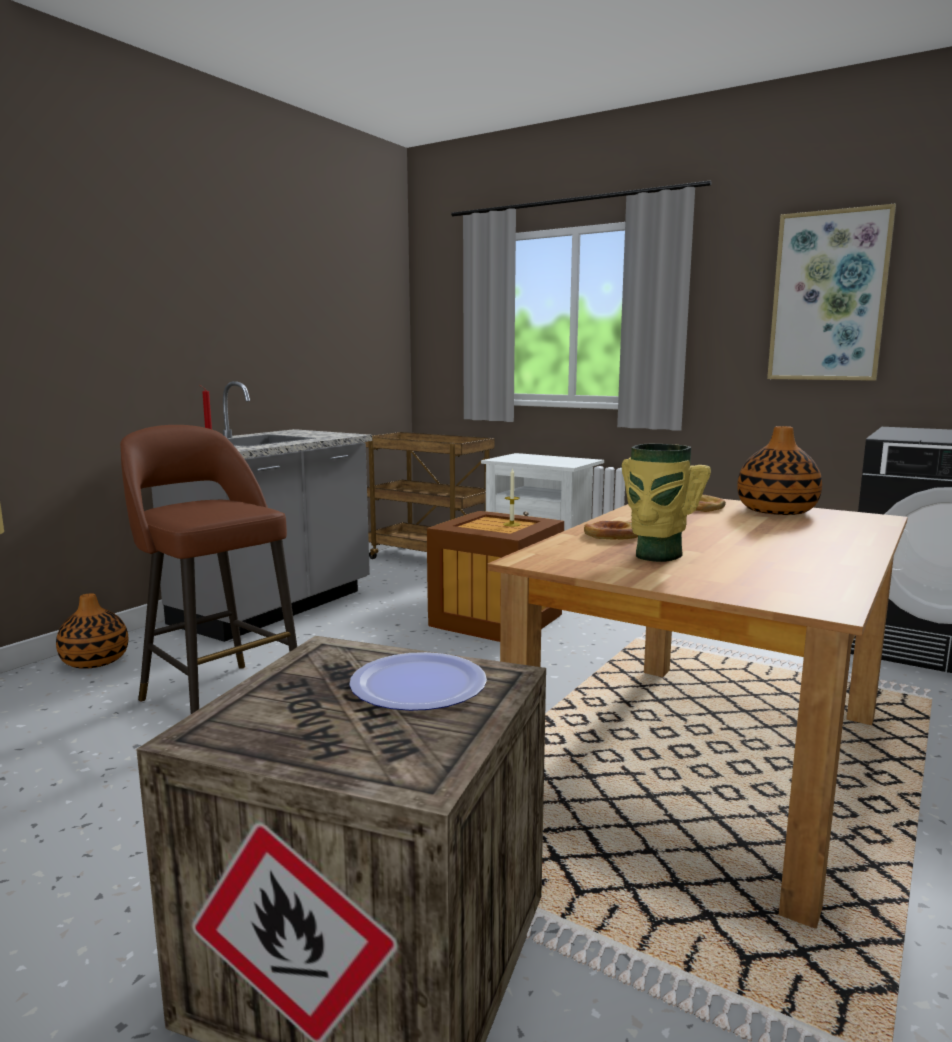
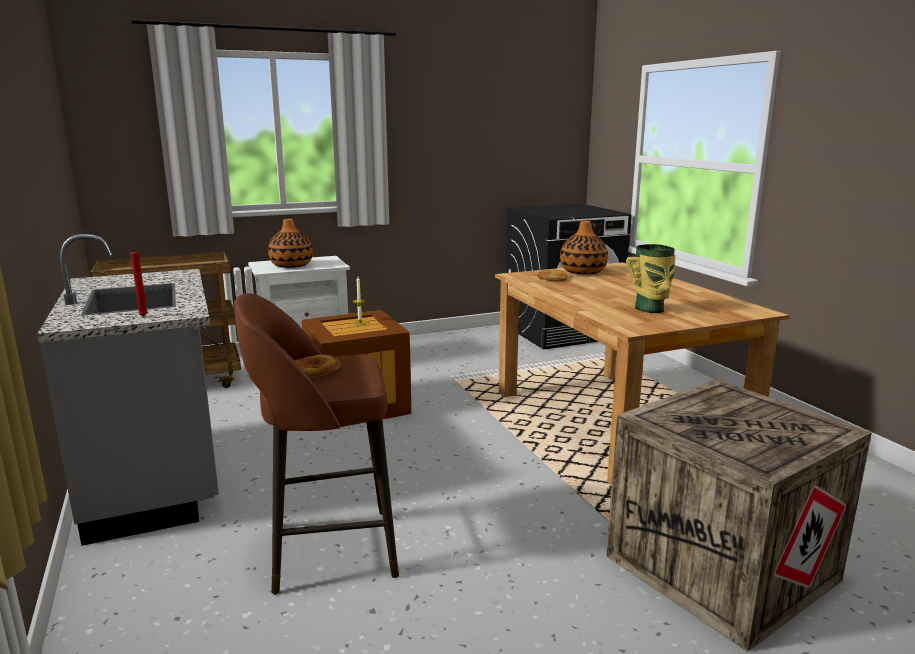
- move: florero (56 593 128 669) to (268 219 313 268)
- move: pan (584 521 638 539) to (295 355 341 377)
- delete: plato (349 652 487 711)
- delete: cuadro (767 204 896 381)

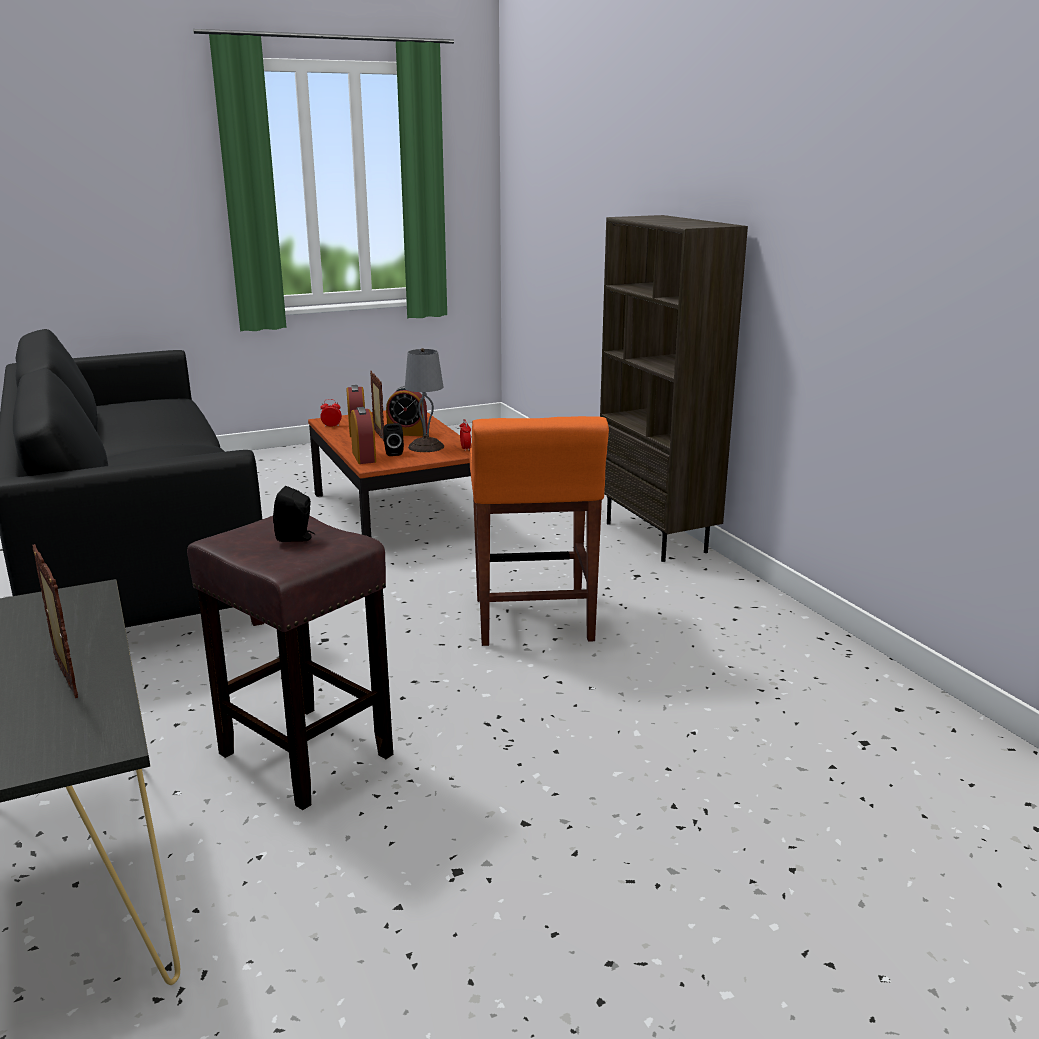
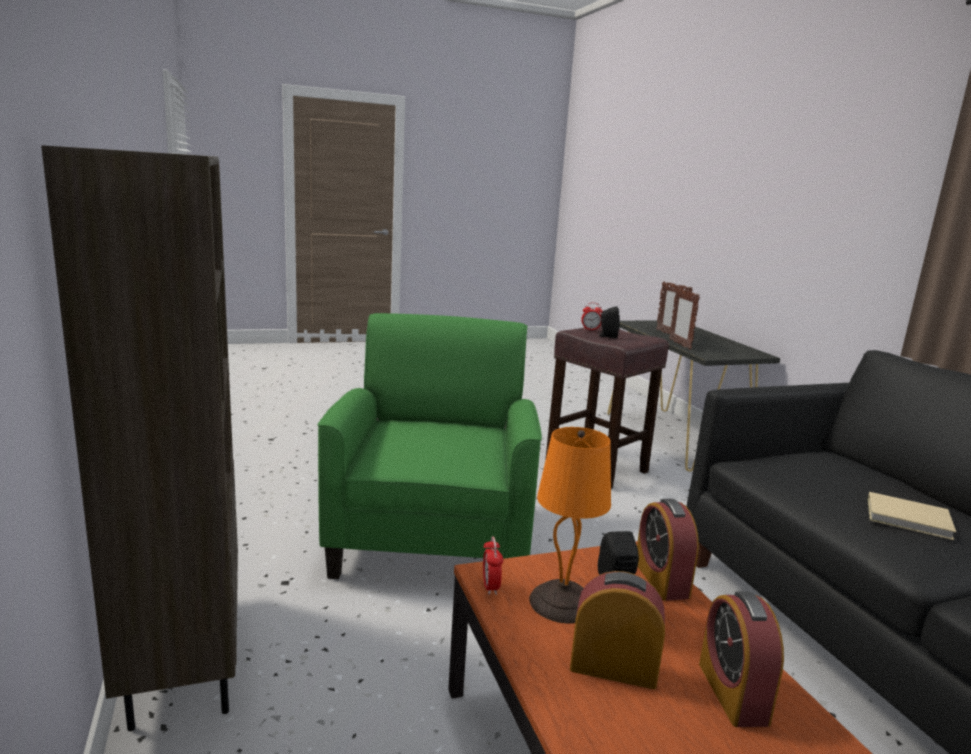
- replace: taburete [naranja] (469 416 609 646) to sillón [verde] (318 313 542 579)
- recolor: lámpara de mesa [gris] (405 348 444 452) to lámpara de mesa [naranja] (529 427 611 623)
- move: despertador (320 399 342 427) to (581 303 602 331)
- move: portarretratos (370 371 384 441) to (669 288 700 350)
- insert: libro [beis] (867 492 956 540)

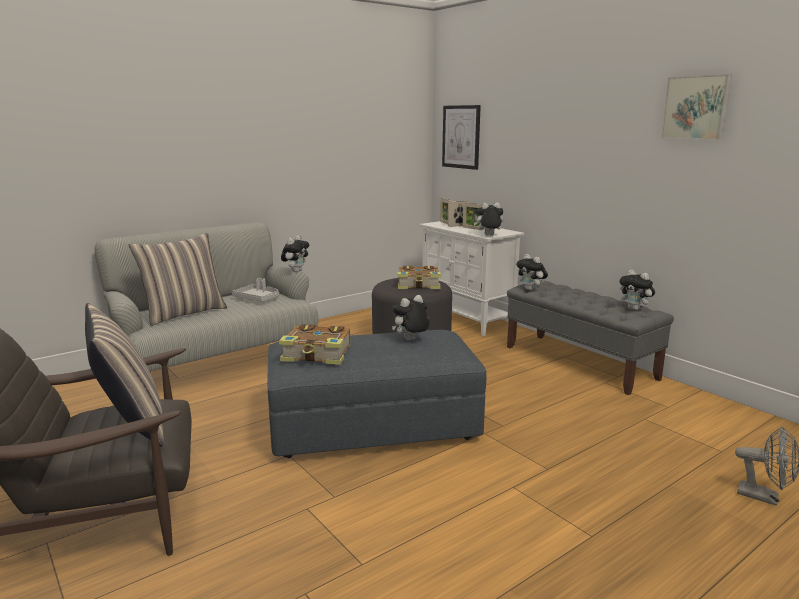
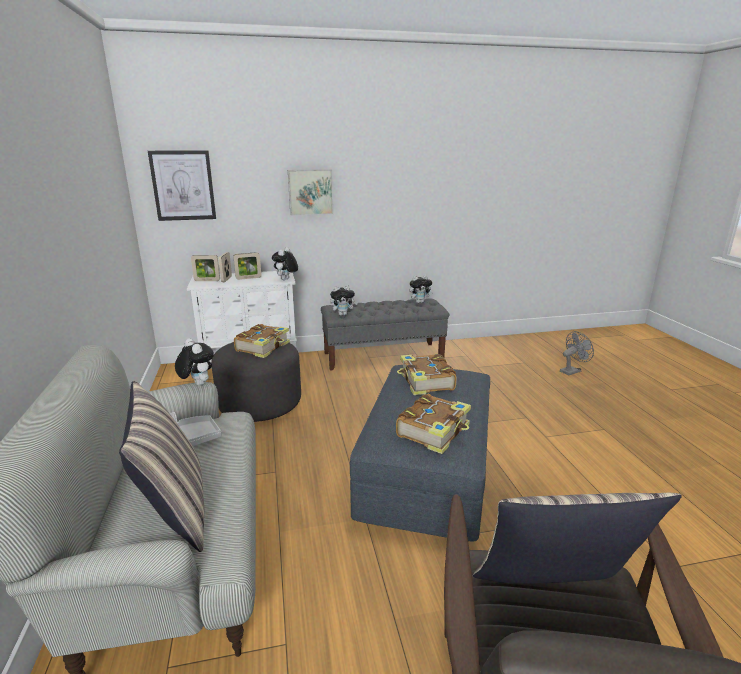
- move: cuadro (661 74 732 140) to (288 169 333 215)
- replace: peluche (392 295 429 340) to libro (397 353 457 395)

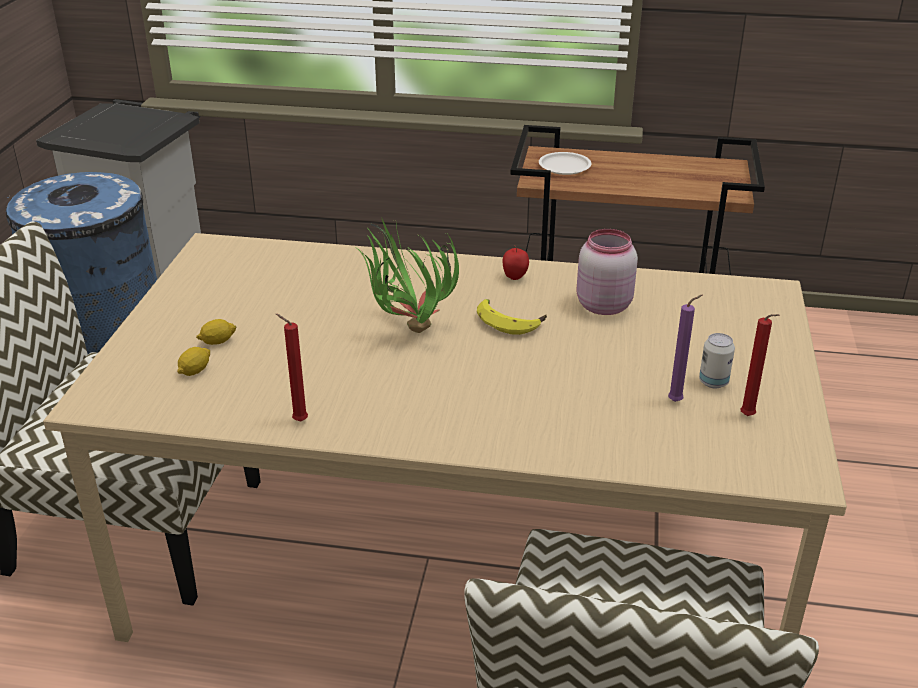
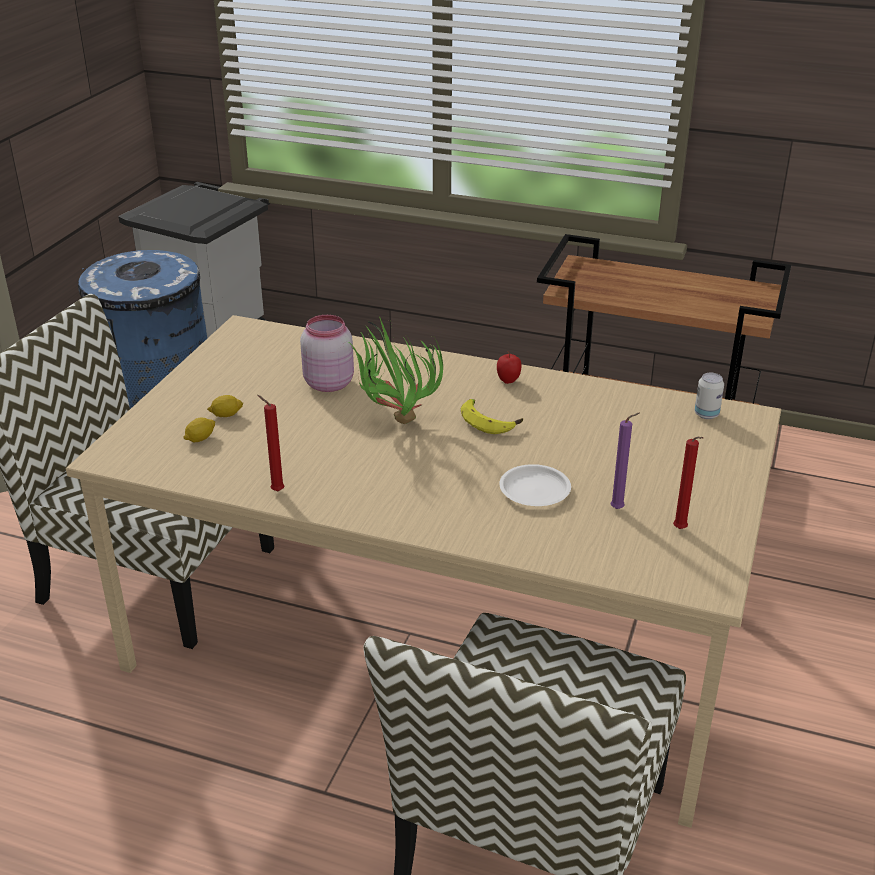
- move: tarro [rosa] (577 229 638 315) to (300 315 354 392)
- move: plato [blanco] (539 152 592 175) to (499 464 571 506)
- move: lata (699 333 735 388) to (694 373 724 419)

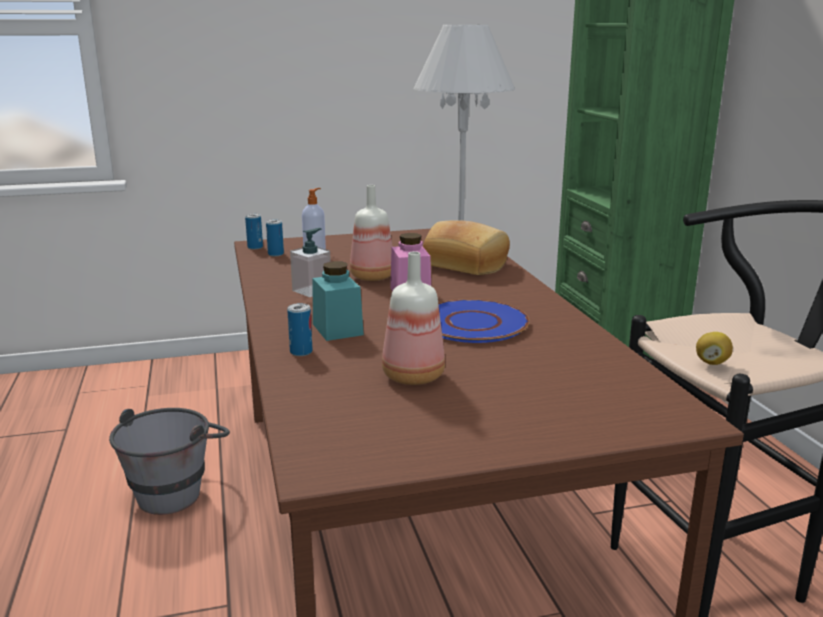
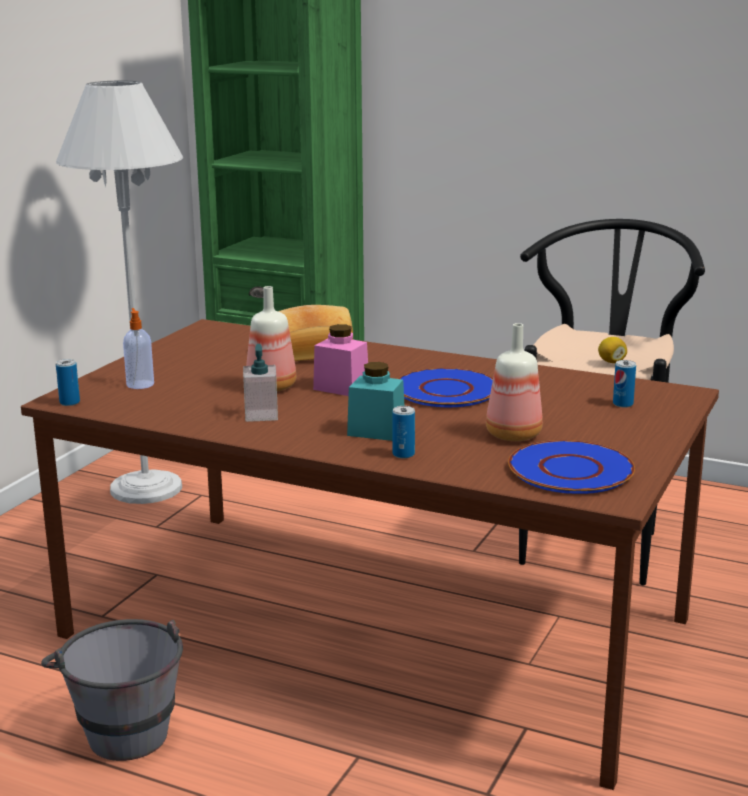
- insert: plato [azul] (508 440 635 494)
- move: lata (266 219 284 256) to (613 360 636 408)

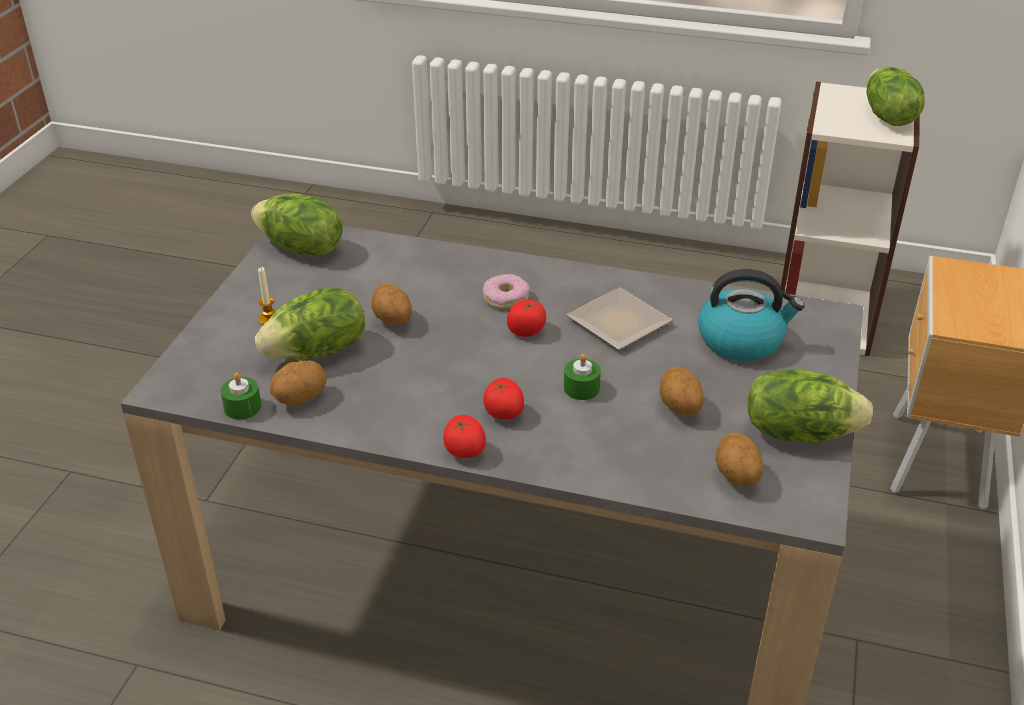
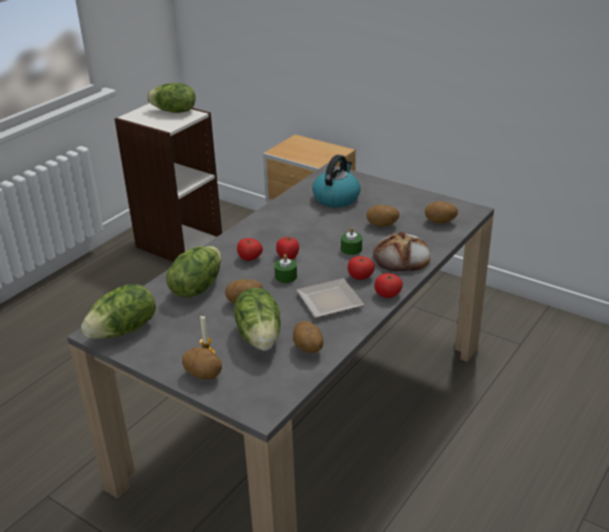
- move: lechuga (747 369 873 443) to (166 246 222 298)
- insert: patata (182 347 222 380)
- replace: rosquilla (483 274 530 310) to tomate (237 238 263 261)
- move: vela [verde] (220 372 261 420) to (274 254 297 283)
- move: plato (566 287 673 350) to (297 278 364 318)
- insert: pan (373 231 431 271)

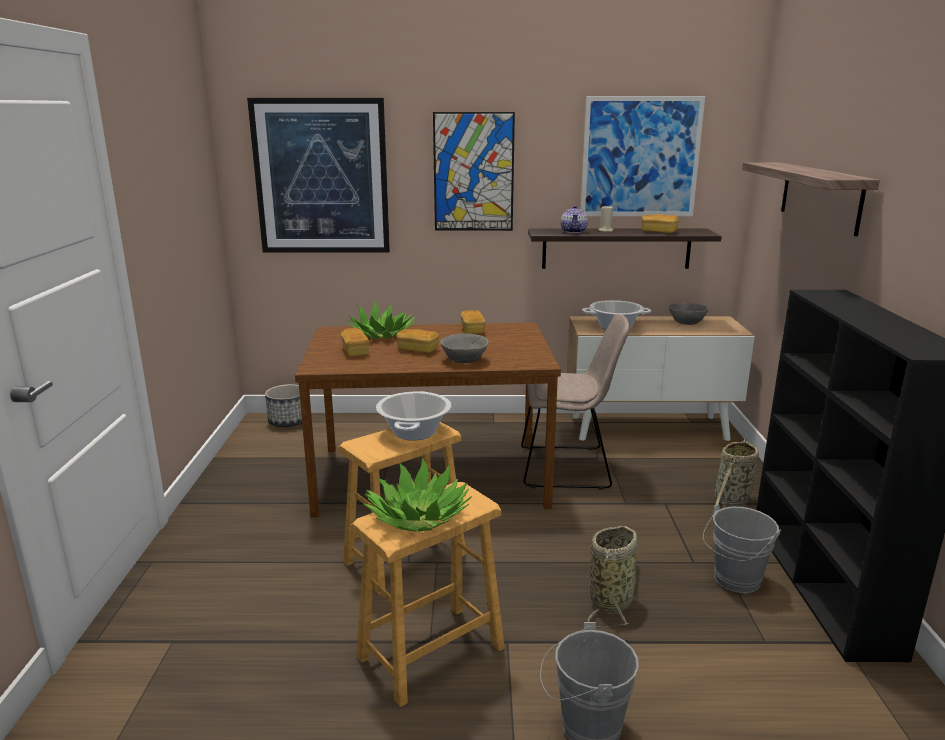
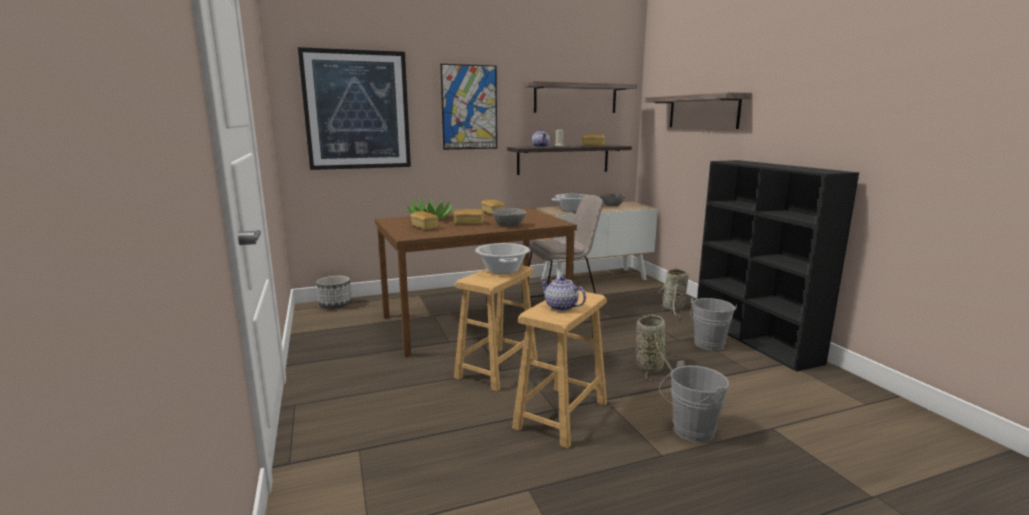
- replace: cuadro (581 96 705 216) to estante (524 81 637 113)
- replace: planta en maceta (363 458 472 532) to tetera (540 276 586 311)

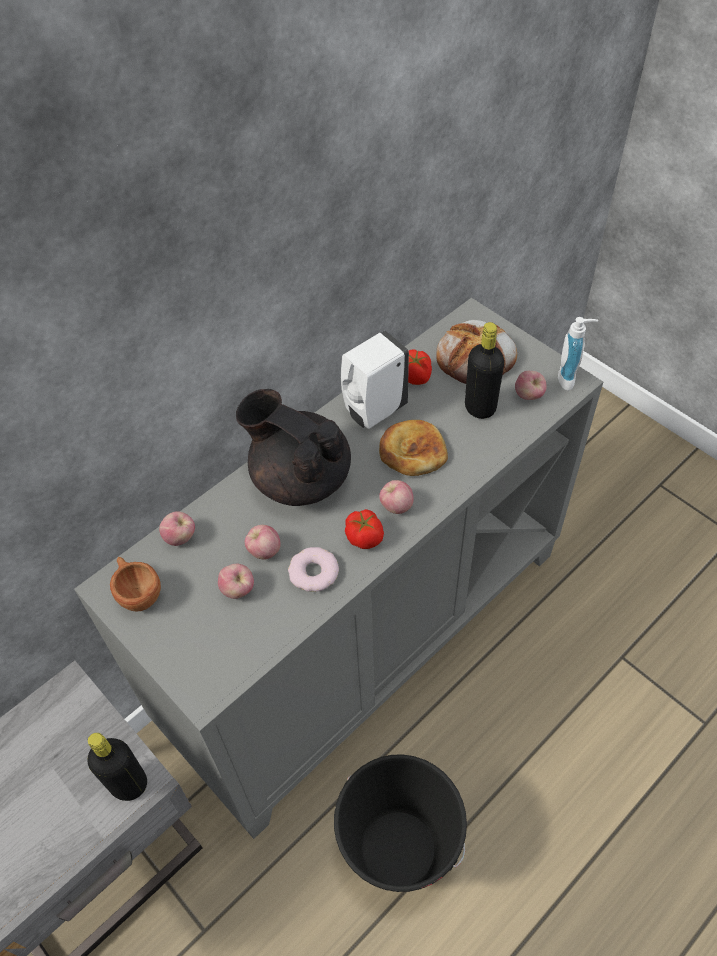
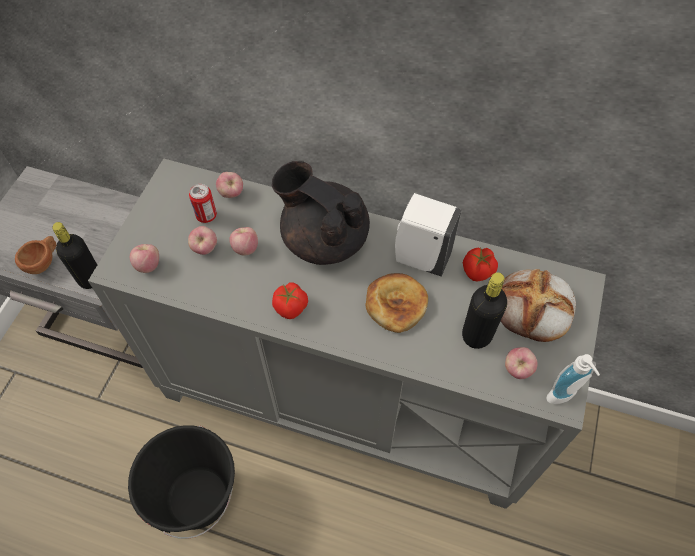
- move: taza [marrón] (110 557 161 611) to (15 236 56 274)
- move: manzana (379 480 414 514) to (130 244 159 273)
- insert: lata (189 184 217 223)
- rotate: tetera [negro] (236 389 351 506) = (272 161 370 265) 60 degrees counterclockwise
- delete: rosquilla (288 547 339 592)

